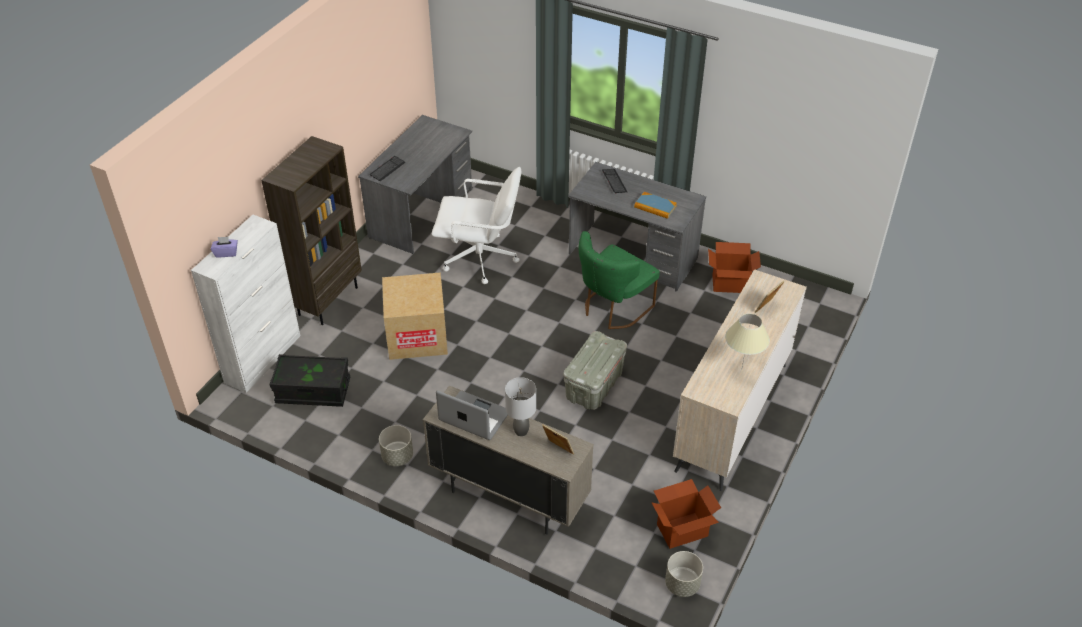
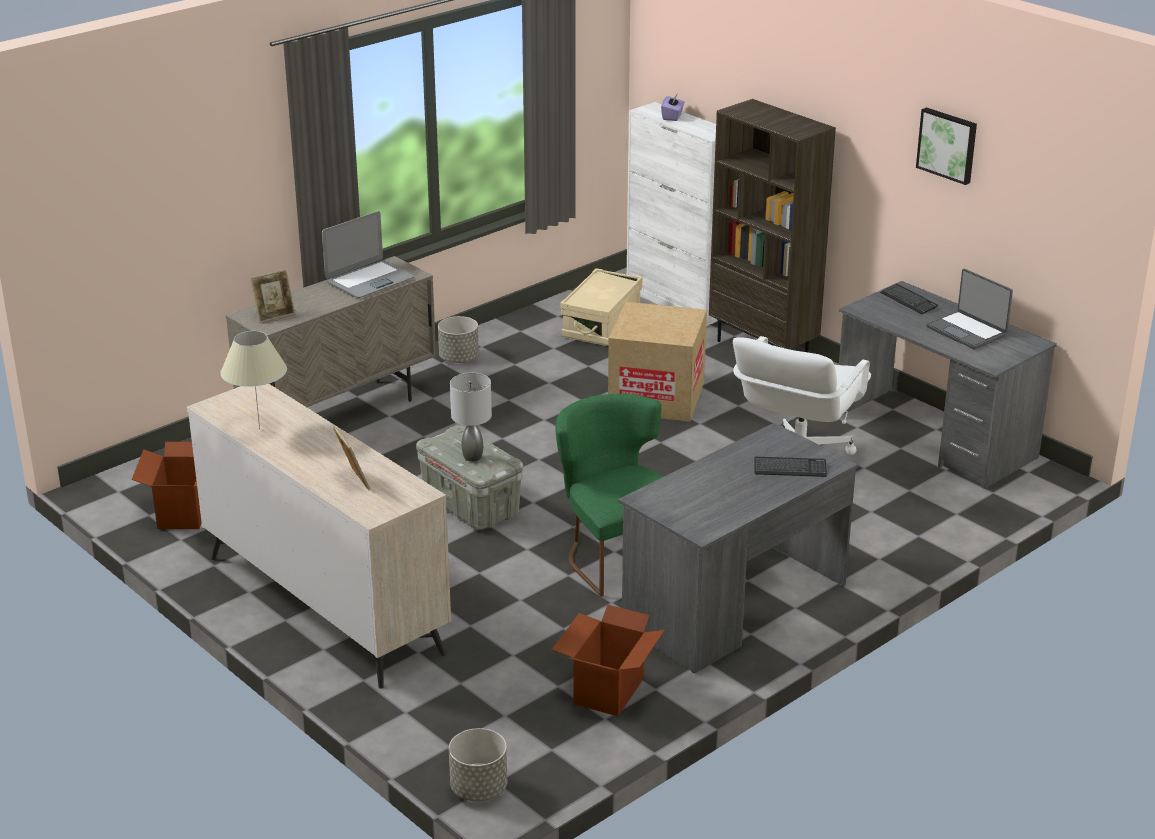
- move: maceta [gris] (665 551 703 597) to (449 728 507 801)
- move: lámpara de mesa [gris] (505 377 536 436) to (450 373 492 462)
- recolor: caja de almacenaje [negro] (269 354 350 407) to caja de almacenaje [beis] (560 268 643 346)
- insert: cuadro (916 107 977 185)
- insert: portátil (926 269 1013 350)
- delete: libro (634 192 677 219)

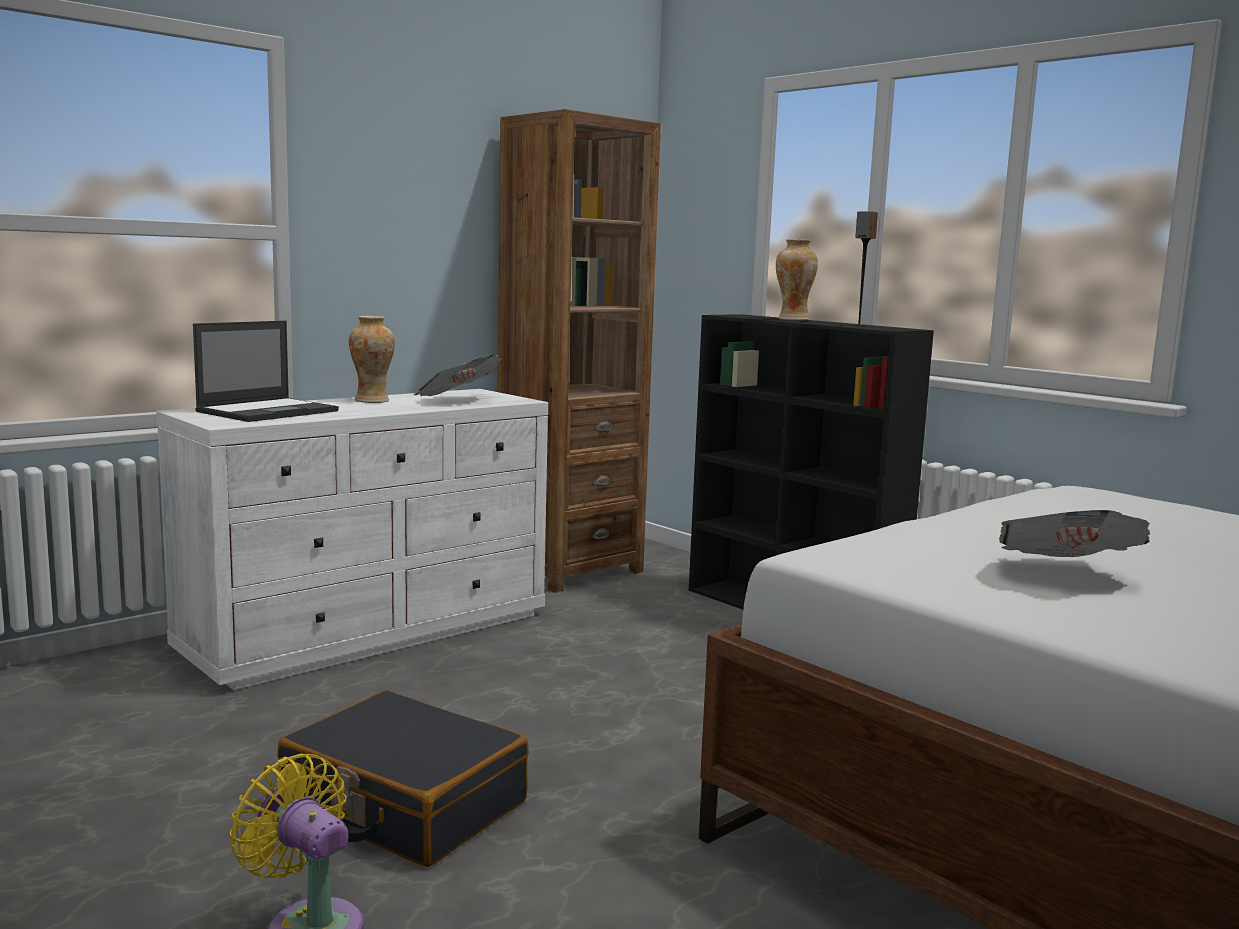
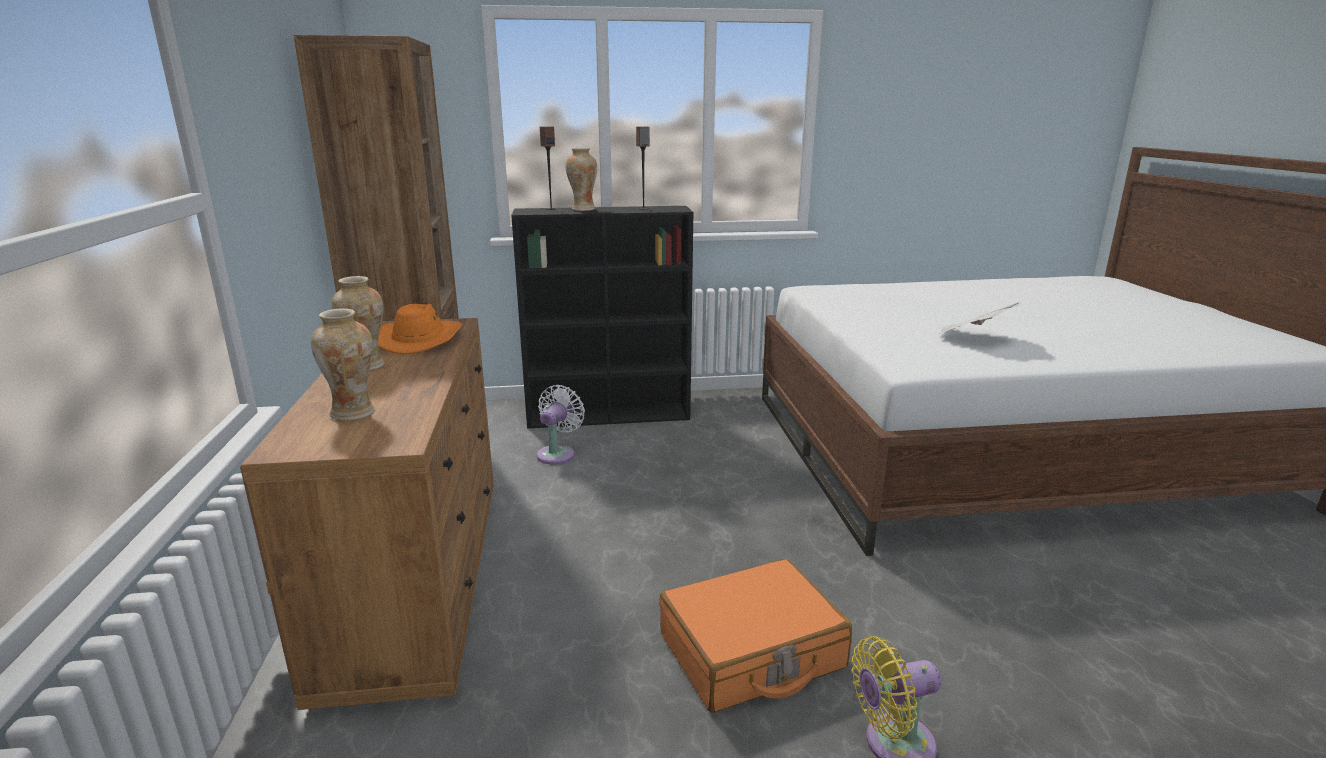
- recolor: cómoda [blanco] (156 389 548 690) to cómoda [marrón] (240 318 494 710)
- replace: portátil (193 321 339 422) to florero (311 308 375 420)
- replace: periódico (414 354 502 396) to sombrero [naranja] (378 304 463 354)
- insert: ventilador [blanco] (537 385 585 464)
- insert: altavoz (540 126 556 210)
- recolor: maleta [negro] (277 690 529 867) to maleta [naranja] (659 559 852 713)

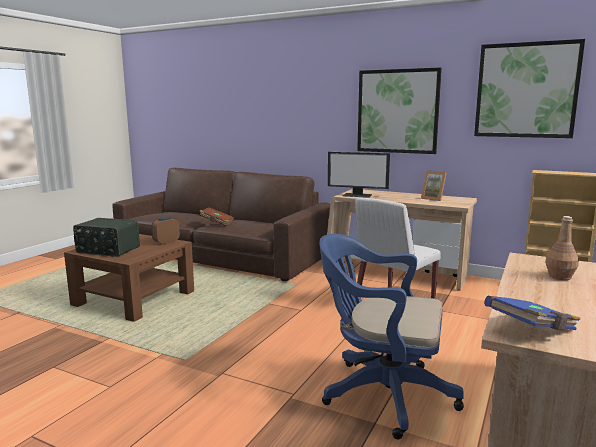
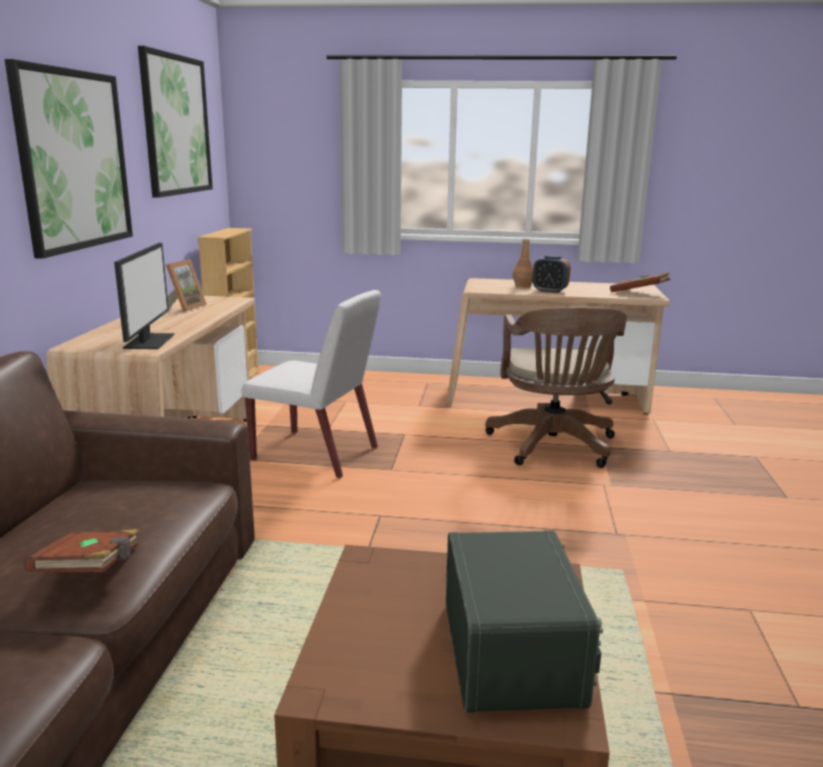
- recolor: silla de oficina [azul] (319 234 464 439) to silla de oficina [marrón] (485 306 627 468)
- move: despertador (151 217 180 245) to (533 255 570 293)
- recolor: libro [azul] (484 296 580 331) to libro [marrón] (610 272 670 292)

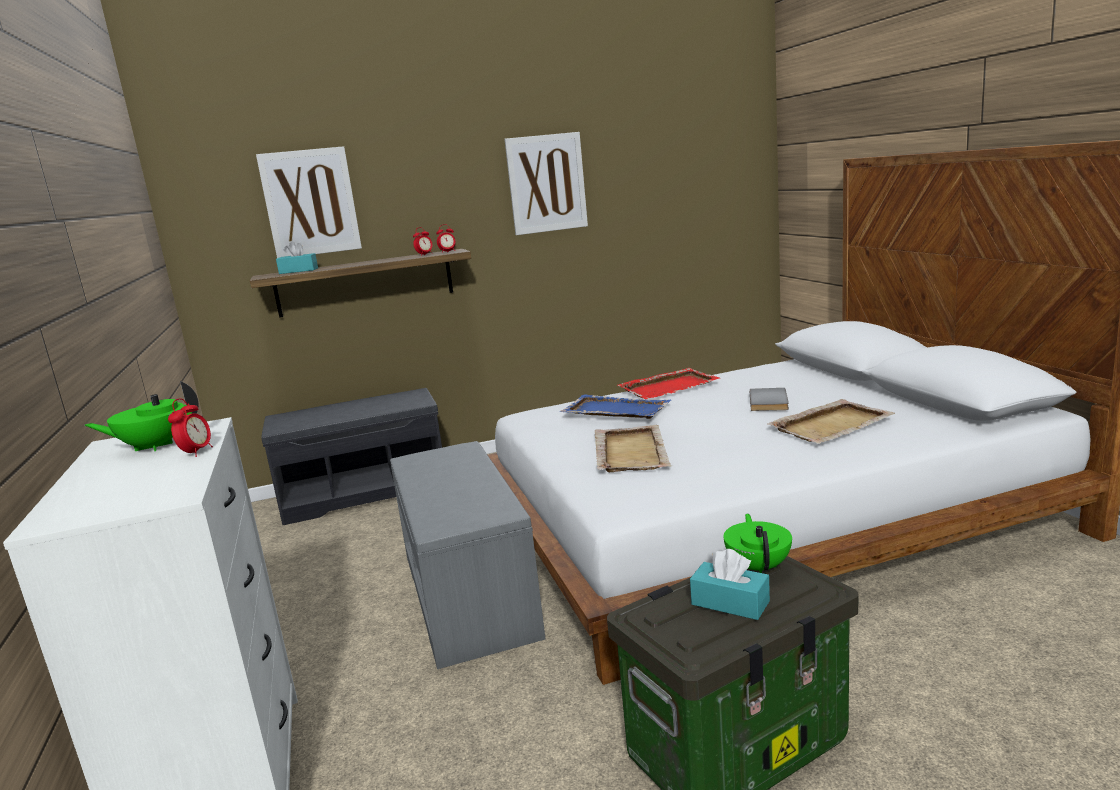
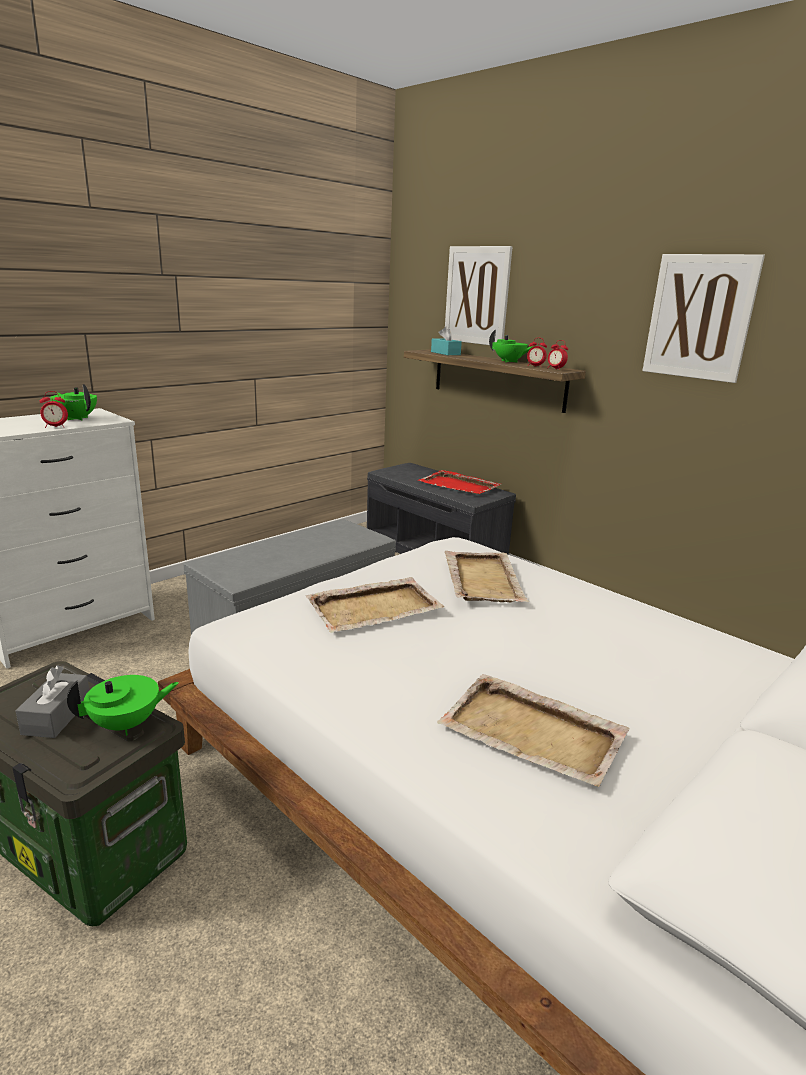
- recolor: caja de pañuelos [turquesa] (690 549 770 620) to caja de pañuelos [gris] (15 665 89 738)
- move: bandeja [rojo] (618 368 720 399) to (418 470 501 494)
- recolor: bandeja [azul] (560 395 671 419) to bandeja [beis] (445 551 529 602)
- insert: tetera [verde] (489 330 535 363)
- delete: libro [gris] (750 388 789 411)

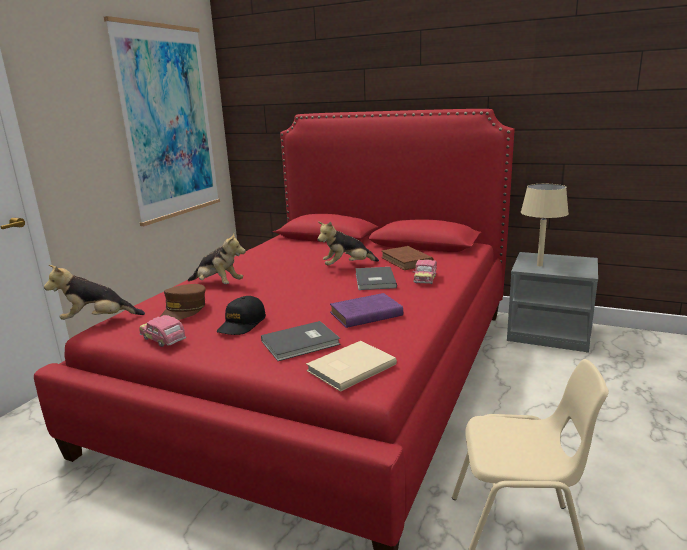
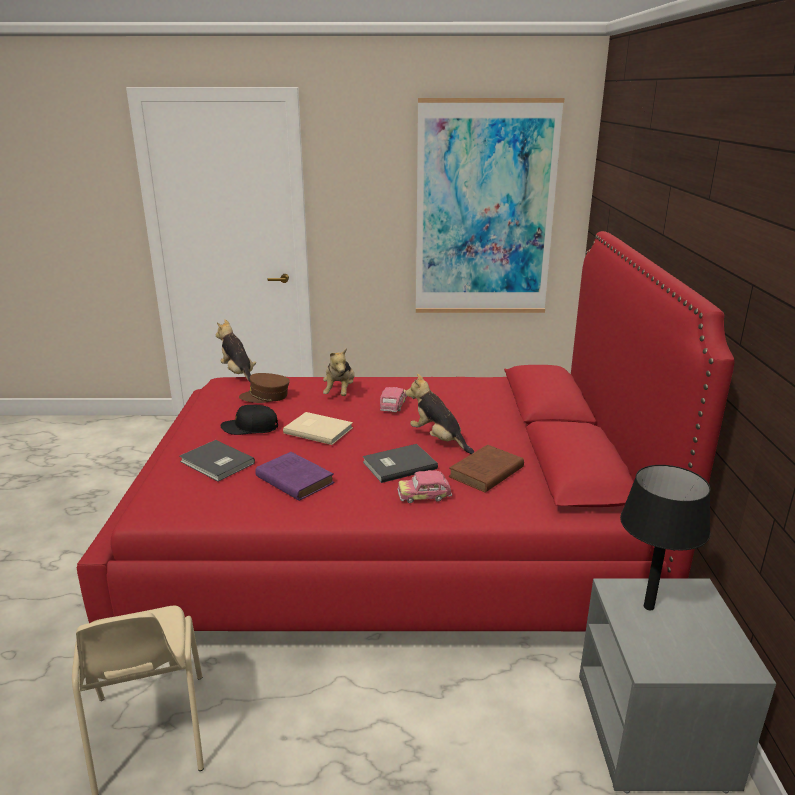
- move: libro [beis] (306 341 397 392) to (283 412 353 445)
- move: coche de juguete (140 315 186 347) to (380 387 407 412)
- recolor: lámpara de mesa [beis] (521 184 569 266) to lámpara de mesa [negro] (620 465 710 610)

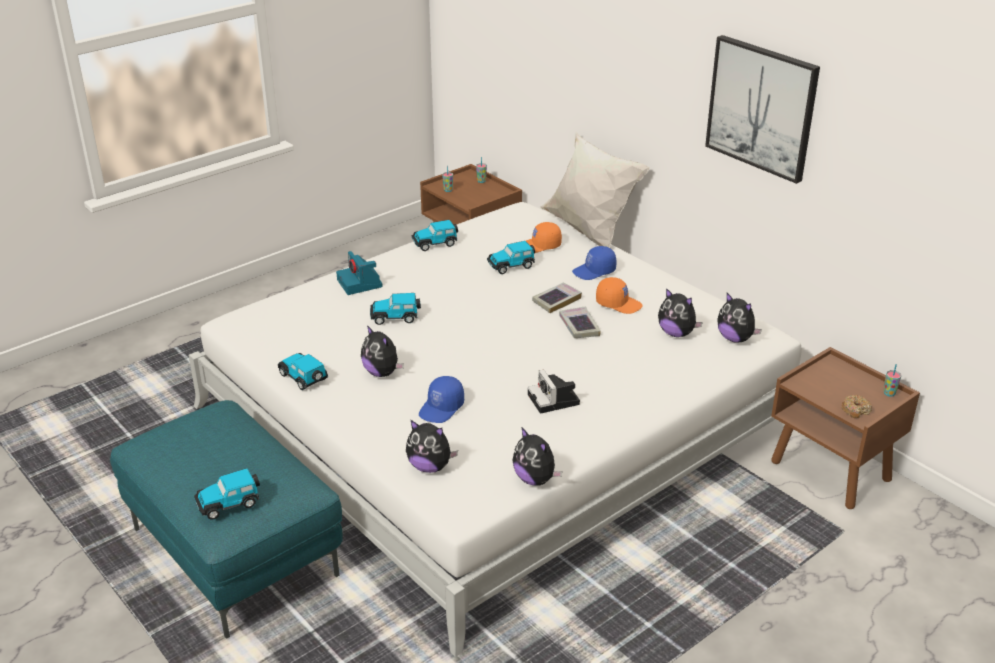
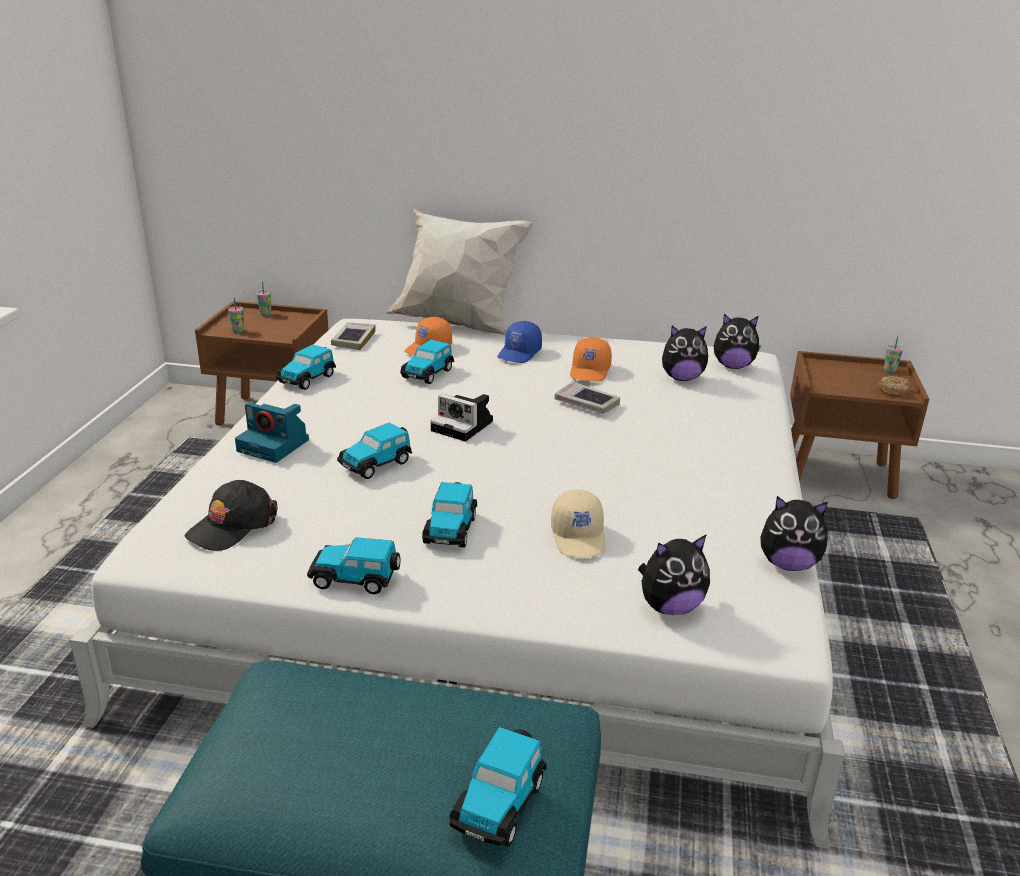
- insert: gorra [negro] (185 480 277 551)
- move: libro (532 283 582 313) to (331 322 375 350)
- replace: peluche (361 325 404 377) to coche de juguete (422 482 477 548)
- move: cámara (528 370 580 414) to (430 394 493 442)
- recolor: gorra [azul] (419 376 464 423) to gorra [beis] (551 490 606 558)
- rotate: gorra [naranja] (596 277 643 314) = (570 337 612 382) 120 degrees clockwise
- delete: cuadro (705 35 820 184)

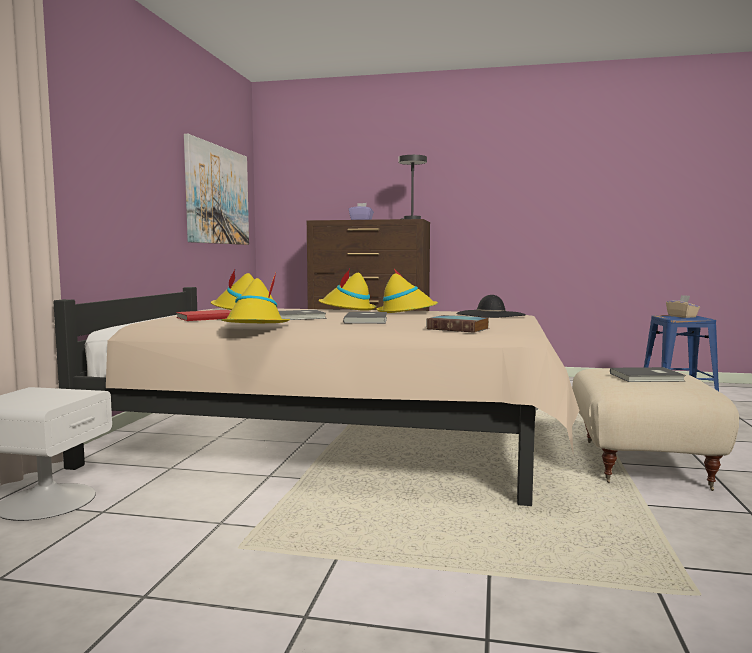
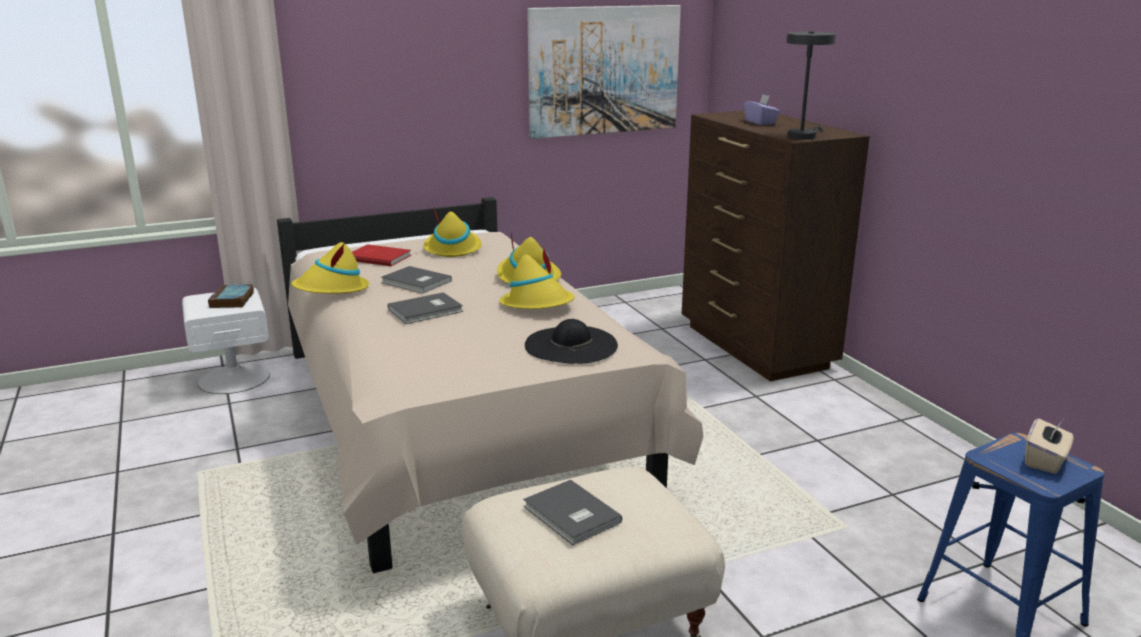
- move: libro (427 315 489 333) to (208 284 254 308)

